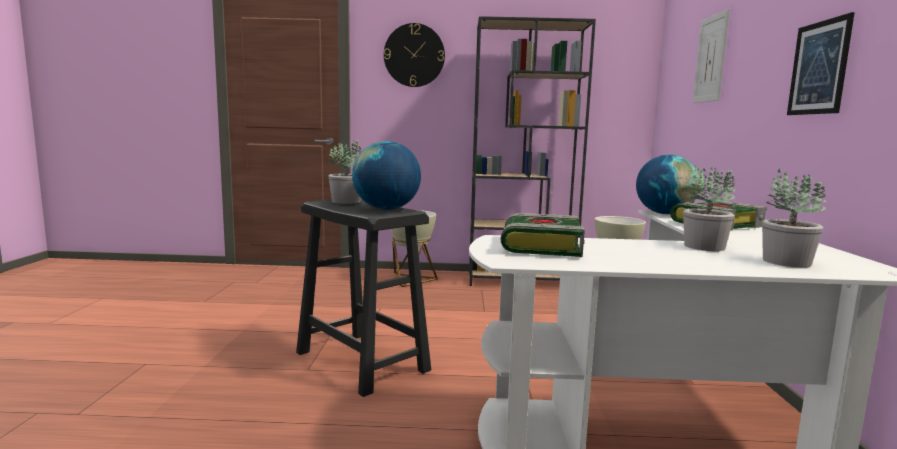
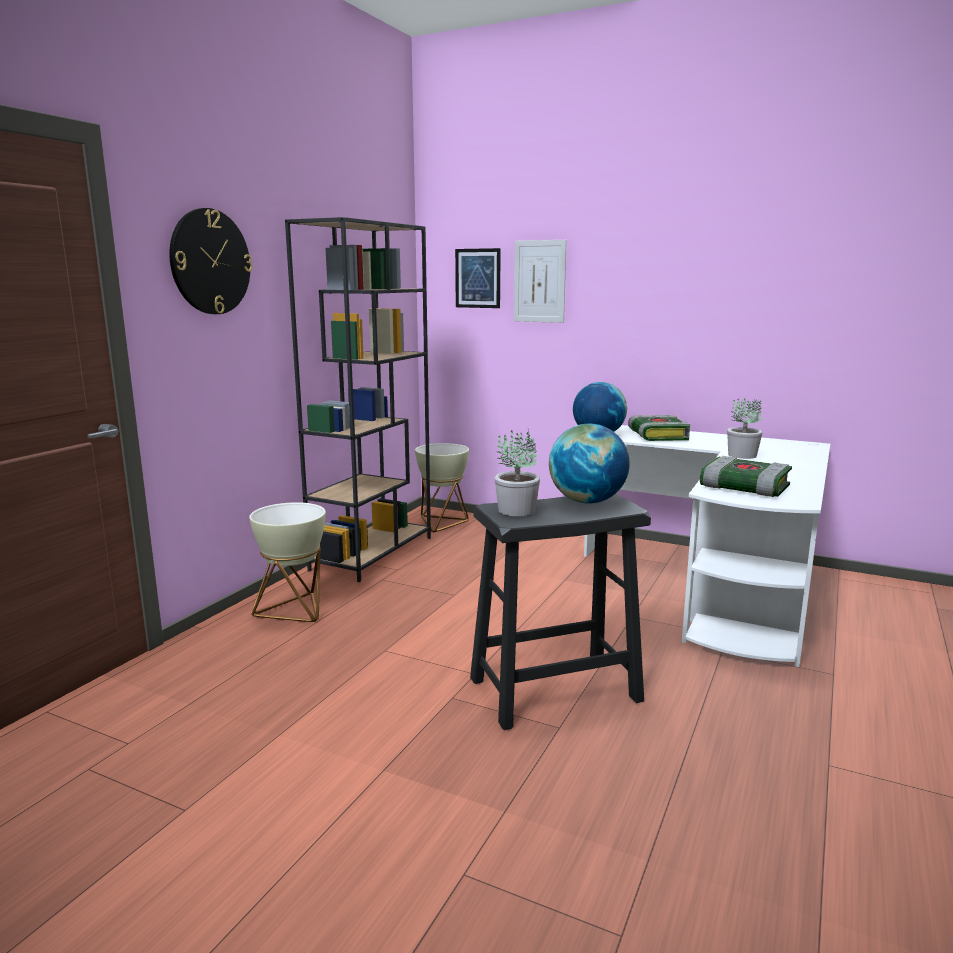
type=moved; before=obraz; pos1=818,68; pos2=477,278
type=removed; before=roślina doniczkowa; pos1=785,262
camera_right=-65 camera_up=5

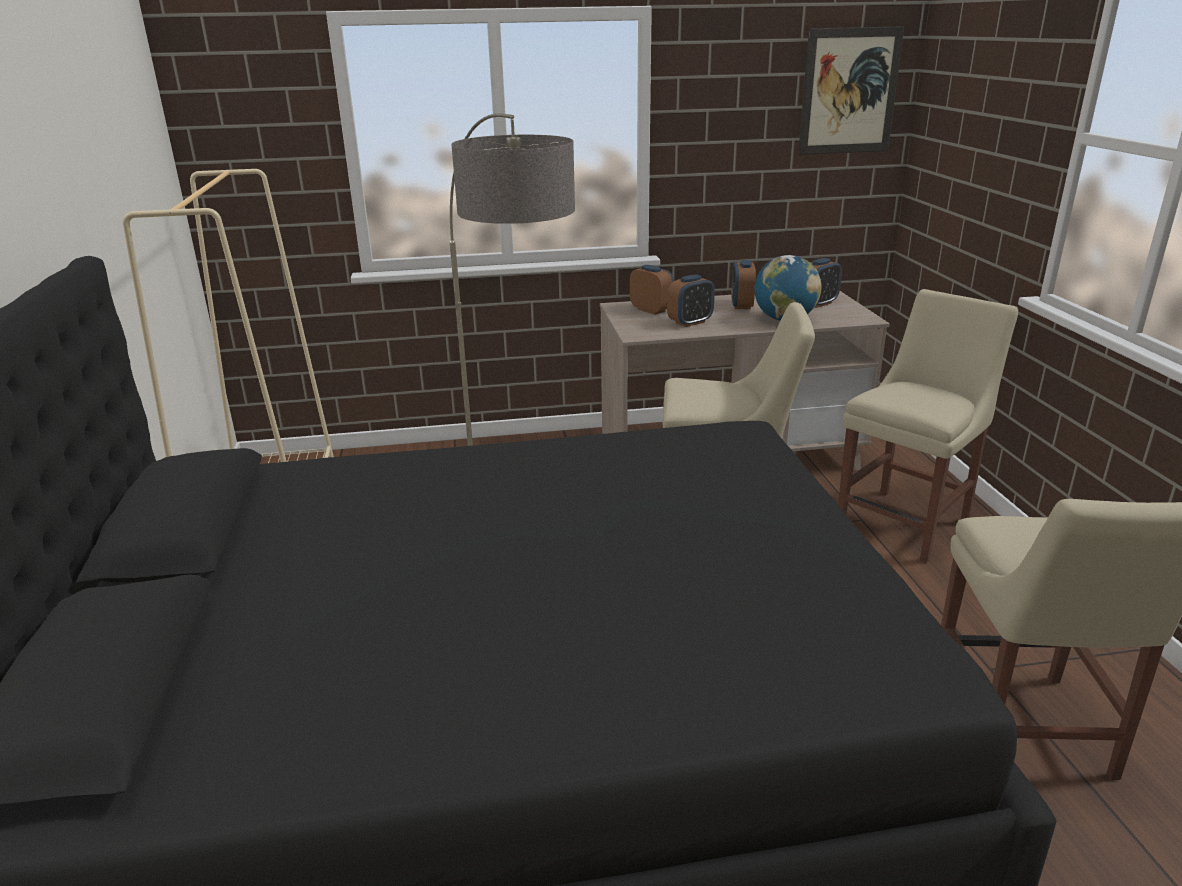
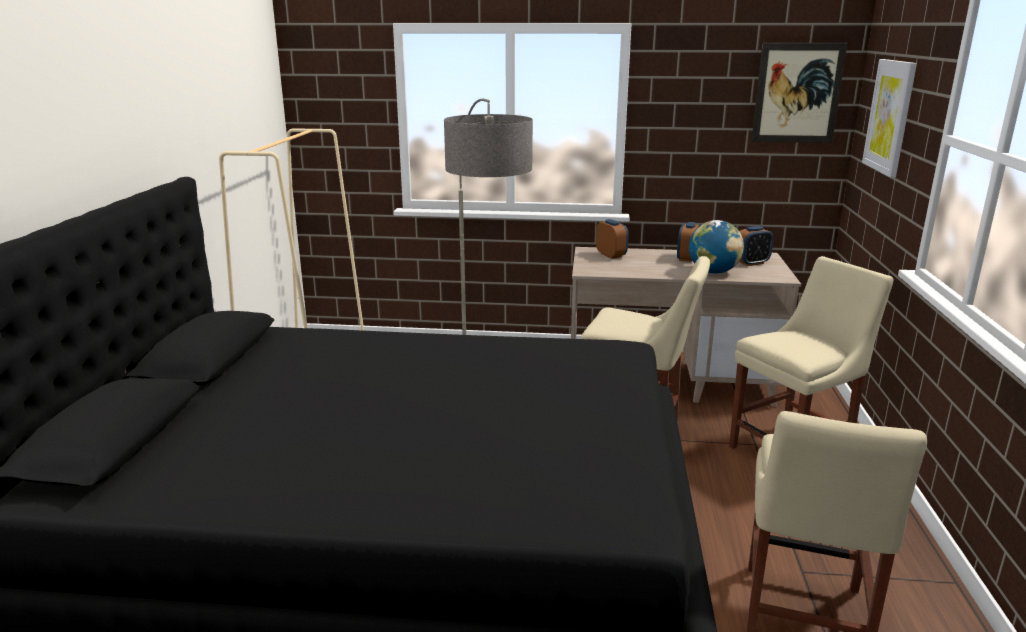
type=added; after=obraz; pos2=890,116
type=removed; before=budzik; pos1=690,322
camera_right=15 camera_up=-5

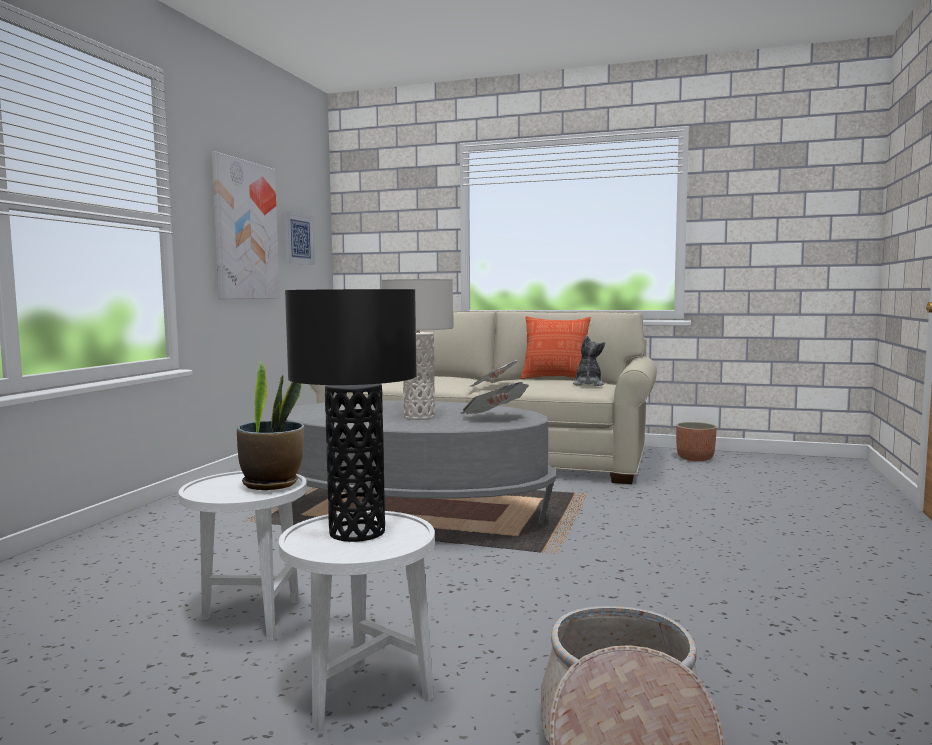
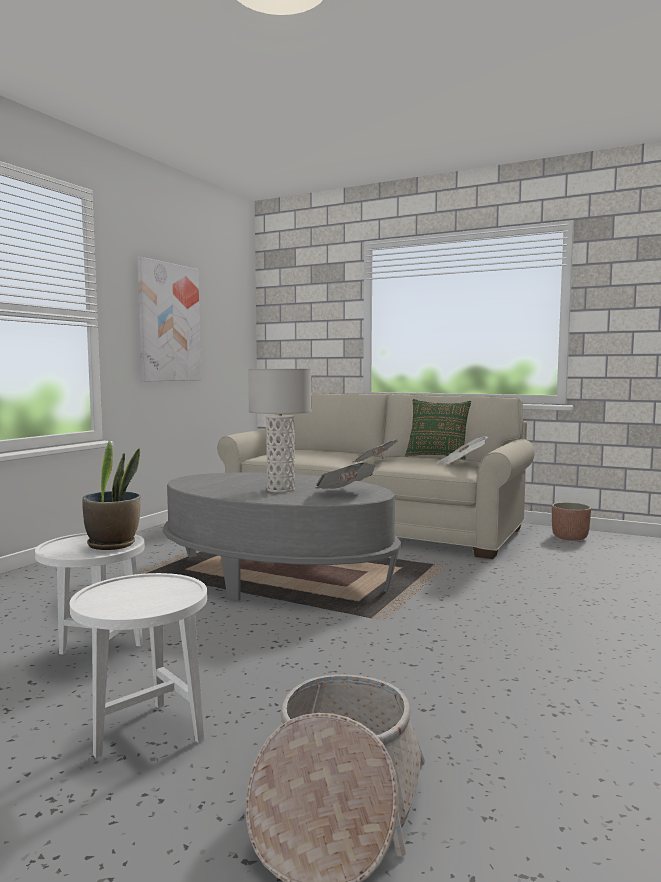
type=recoloured; before=poduszka/pomarańczowy; after=poduszka/zielony; pos1=555,378; pos2=437,457
type=replaced; before=pluszak; after=gazeta; pos1=588,384; pos2=461,464
type=removed; before=obraz; pos1=298,239
type=removed; before=lampa stołowa/czarny; pos1=358,532
camera_right=10 camera_up=0

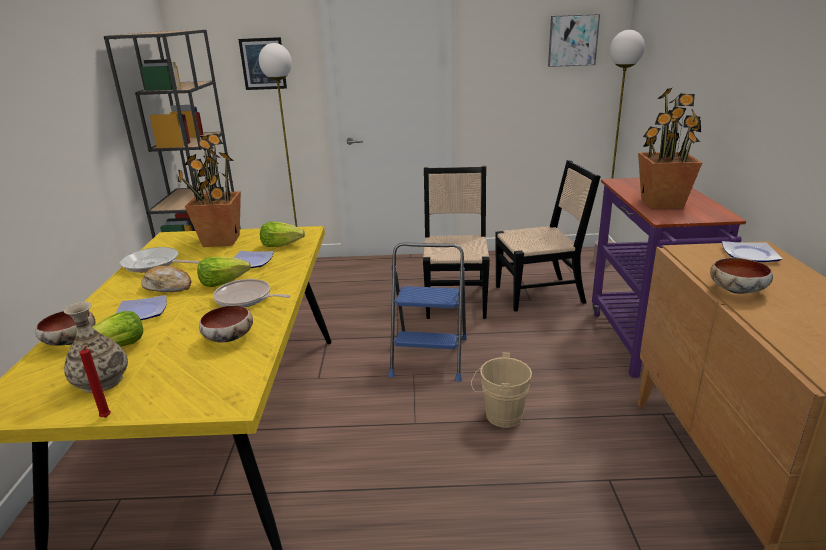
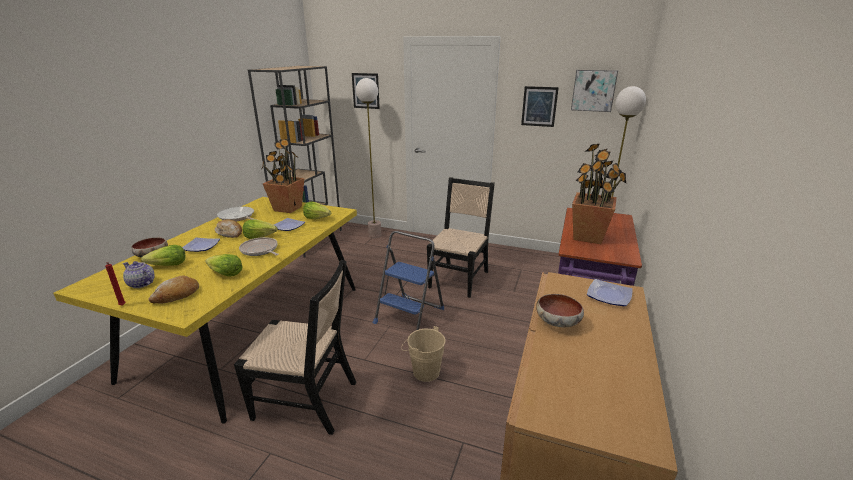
type=replaced; before=wazon; after=imbryk; pos1=101,381; pos2=141,284
type=added; after=chleb; pos2=177,295
type=replaced; before=miska; after=sałata; pos1=229,338; pos2=225,274
type=moved; before=krzesło; pos1=539,294; pos2=306,401
type=added; after=obraz; pos2=539,106
camera_right=20 camera_up=0

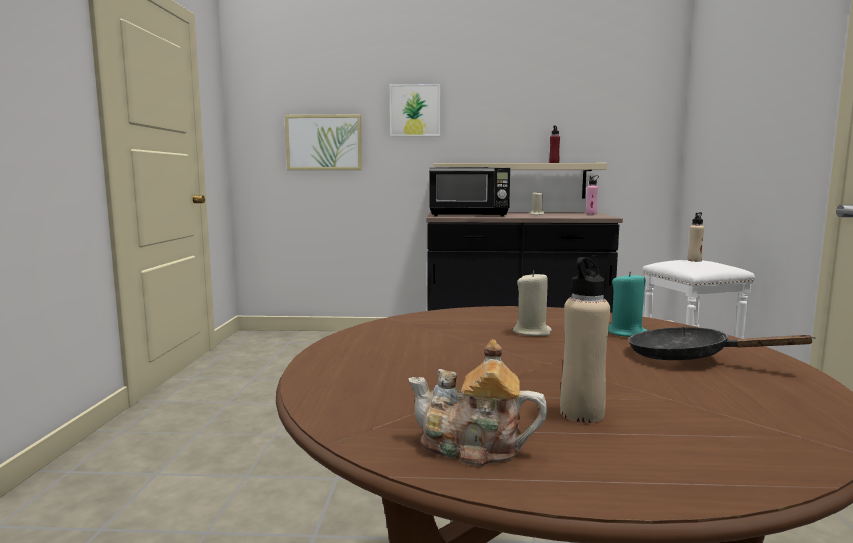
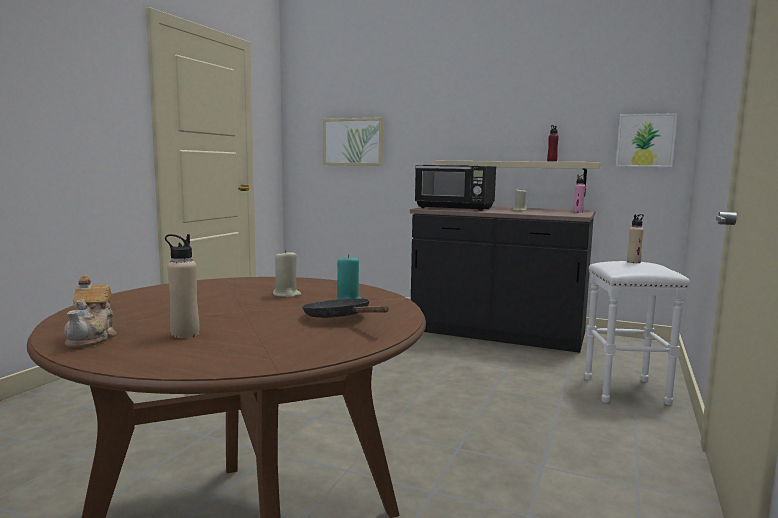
type=turned; before=imbryk; pos1=472,447; pos2=92,338; turn=-135
type=moved; before=obraz; pos1=415,110; pos2=645,140
camera_right=20 camera_up=0

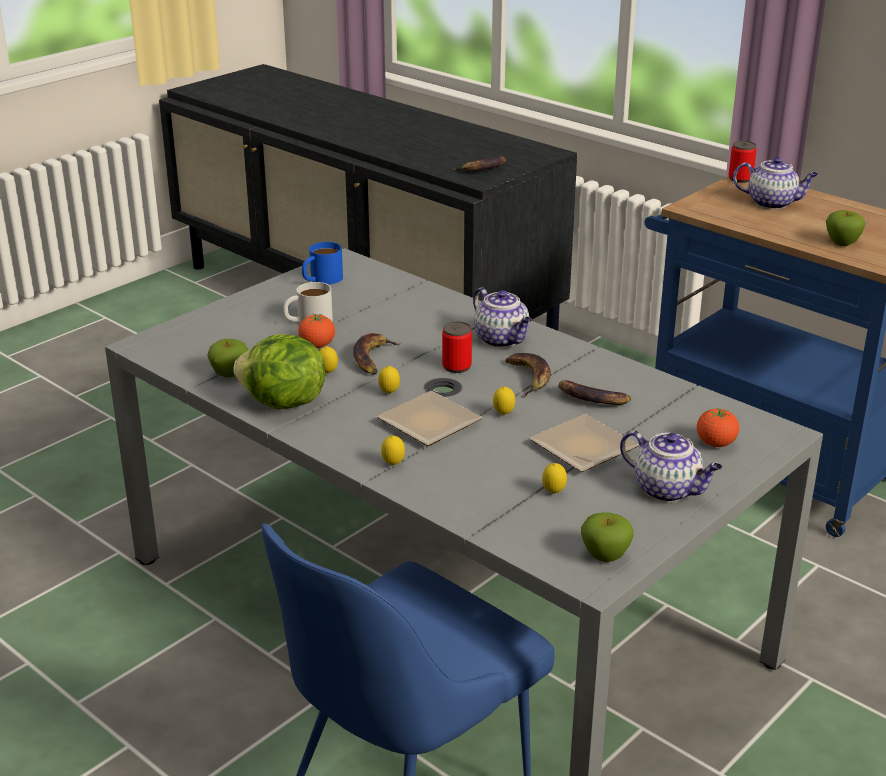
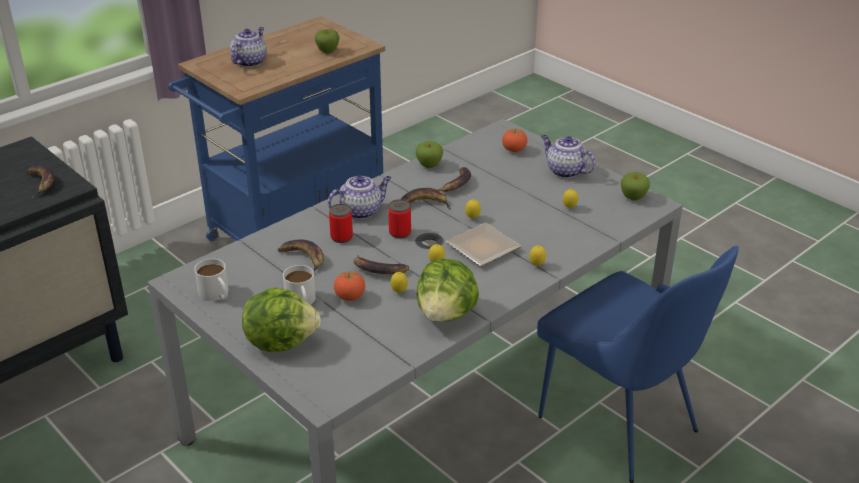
type=recoloured; before=kubek/niebieski; after=kubek/biały; pos1=321,279; pos2=216,295
type=added; after=sałata; pos2=281,341
type=added; after=banan; pos2=304,259
type=moved; before=puszka; pos1=740,179; pos2=341,237
type=moved; before=jabłko; pos1=230,374; pos2=429,165
type=turned; before=imbryk; pos1=668,490; pos2=564,171; turn=-90
type=removed; before=talerz; pos1=583,450
camera_right=-85 camera_up=5

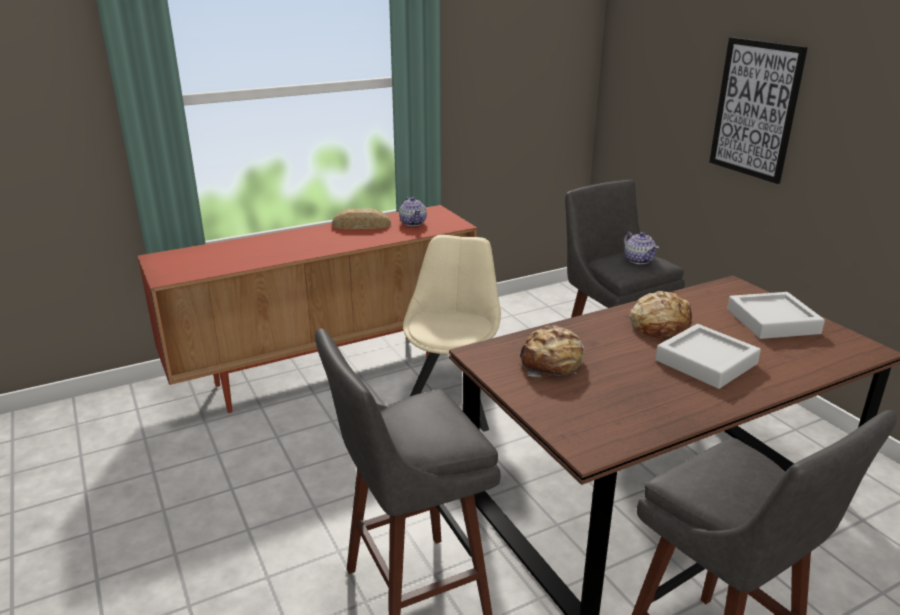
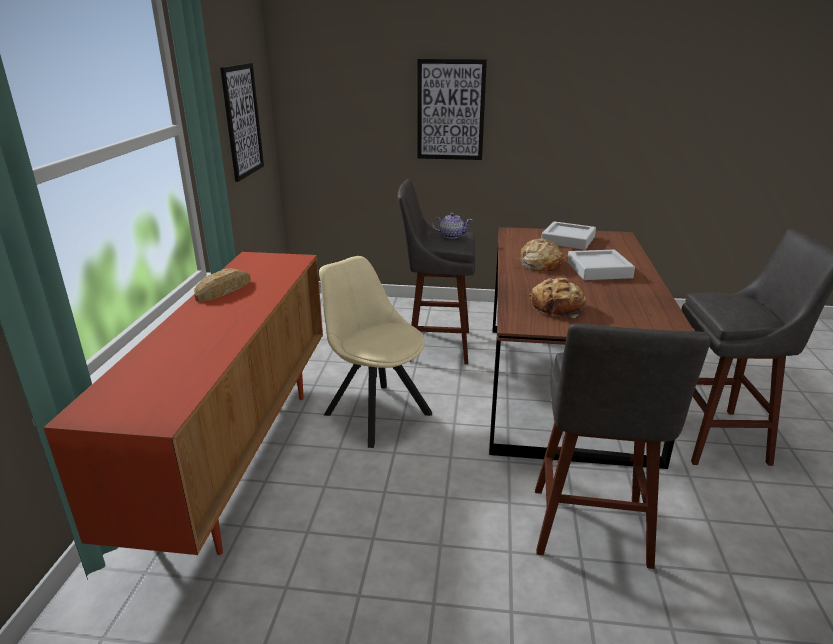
type=added; after=obraz; pos2=242,121
type=removed; before=imbryk; pos1=413,223
camera_right=-55 camera_up=0

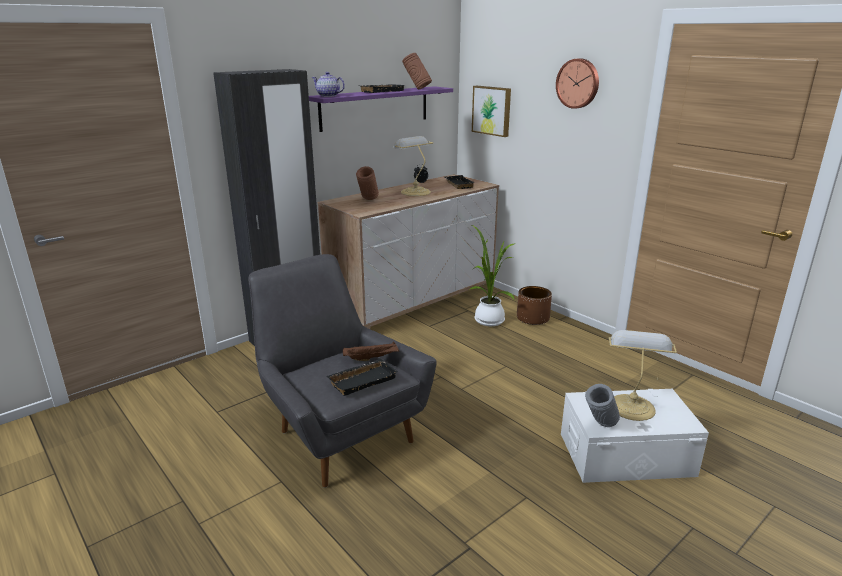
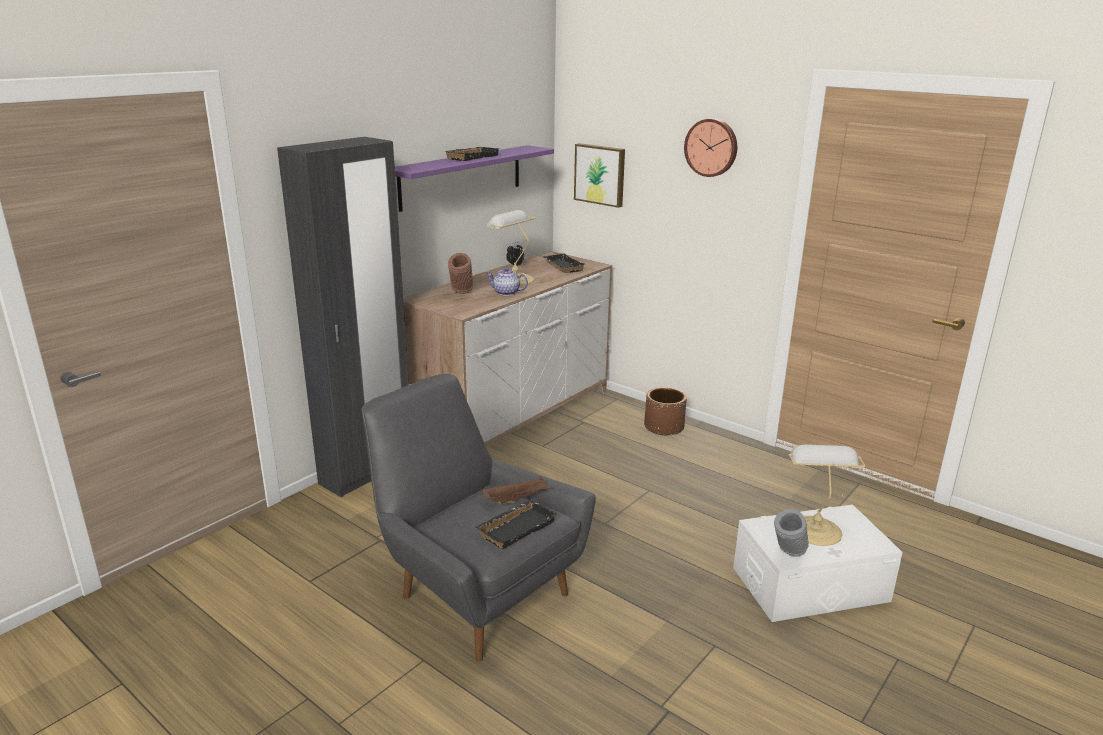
type=moved; before=imbryk; pos1=328,96; pos2=506,293
type=removed; before=wazon/brązowy; pos1=417,89
type=removed; before=roślina doniczkowa; pos1=488,319
camera_right=-10 camera_up=0

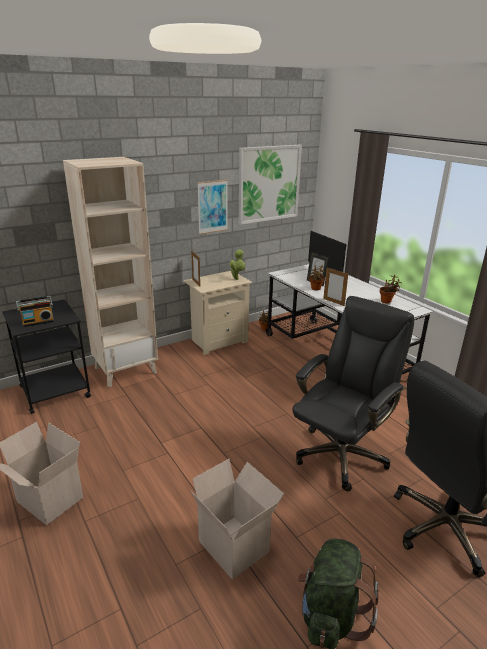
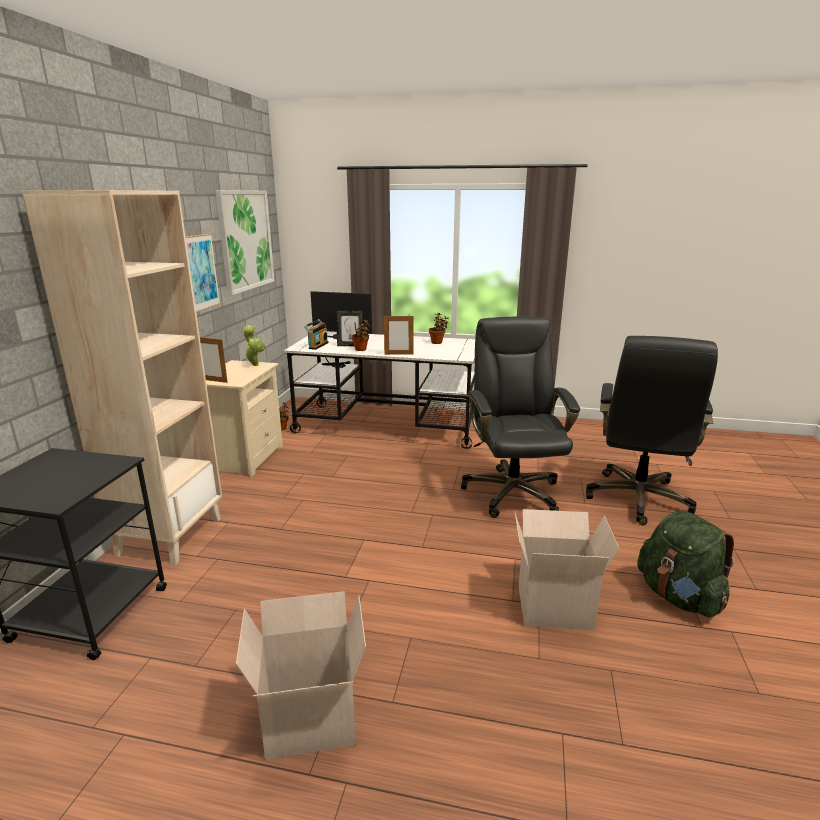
type=moved; before=radio; pos1=38,322; pos2=317,345
camera_right=-45 camera_up=-5

